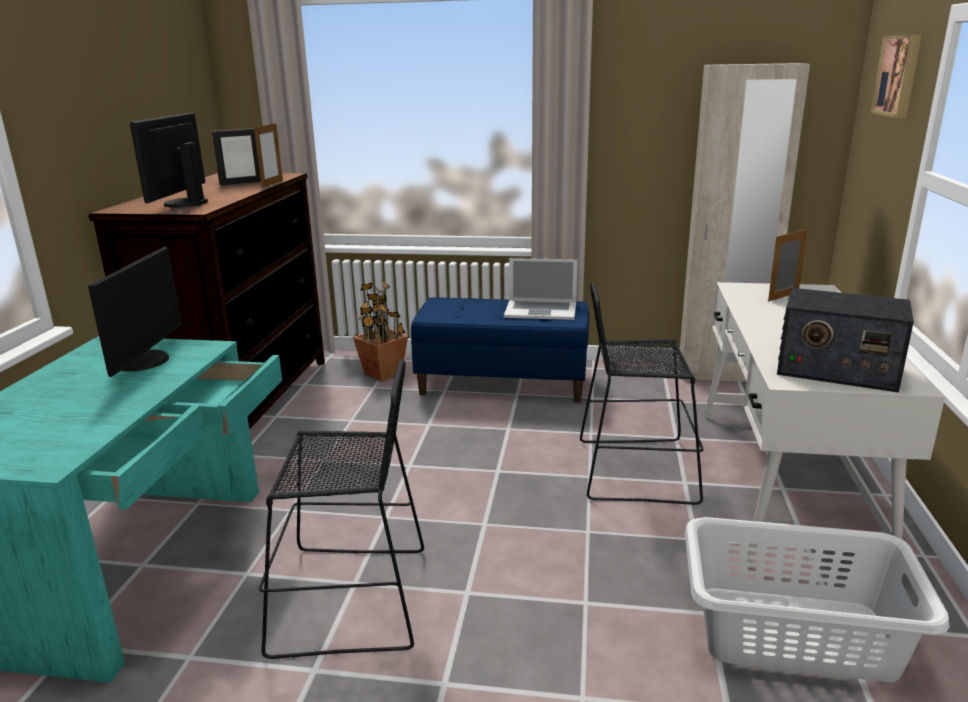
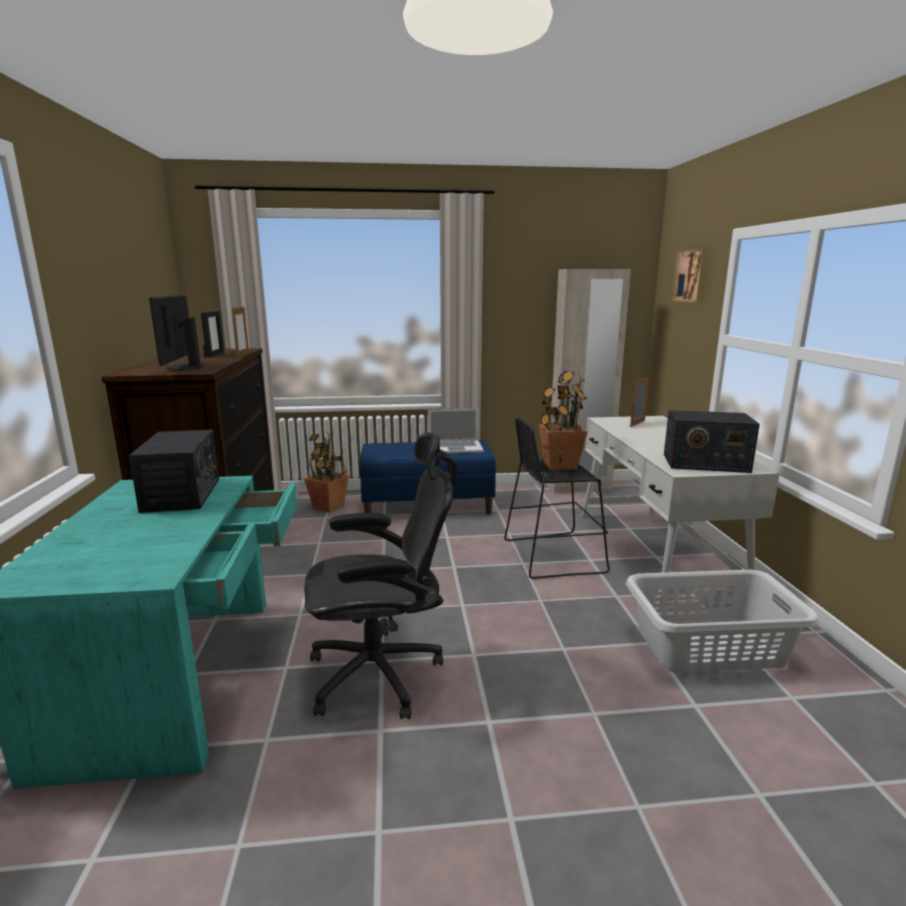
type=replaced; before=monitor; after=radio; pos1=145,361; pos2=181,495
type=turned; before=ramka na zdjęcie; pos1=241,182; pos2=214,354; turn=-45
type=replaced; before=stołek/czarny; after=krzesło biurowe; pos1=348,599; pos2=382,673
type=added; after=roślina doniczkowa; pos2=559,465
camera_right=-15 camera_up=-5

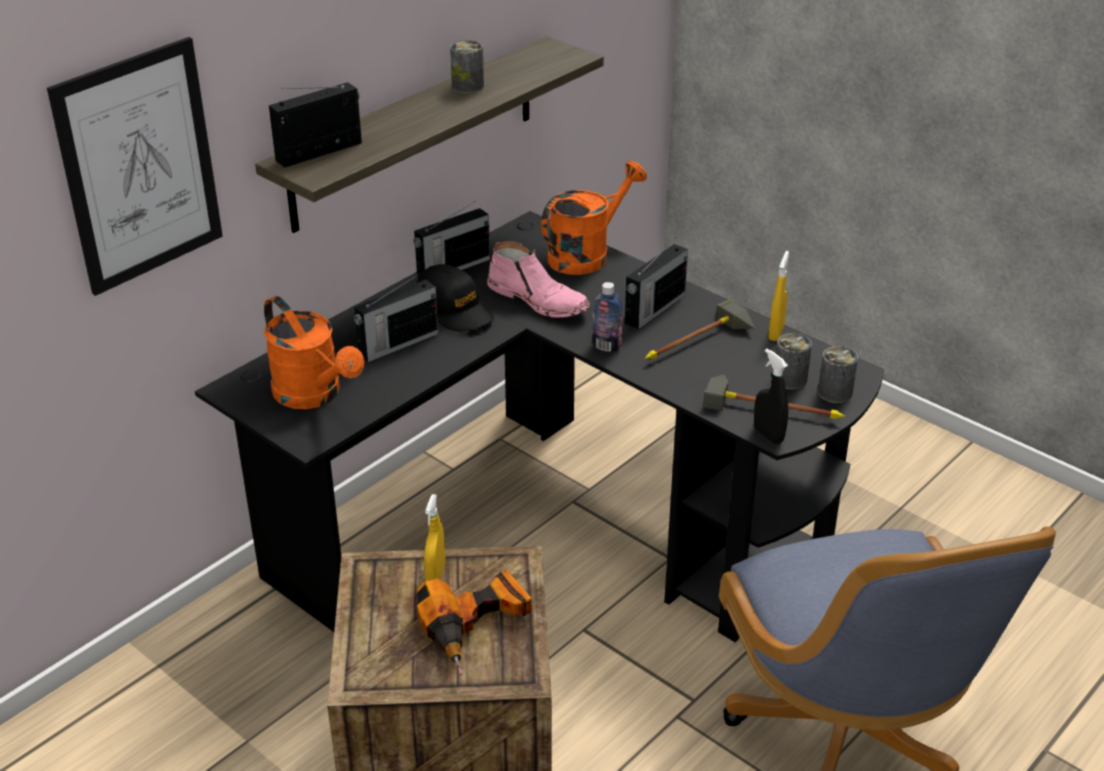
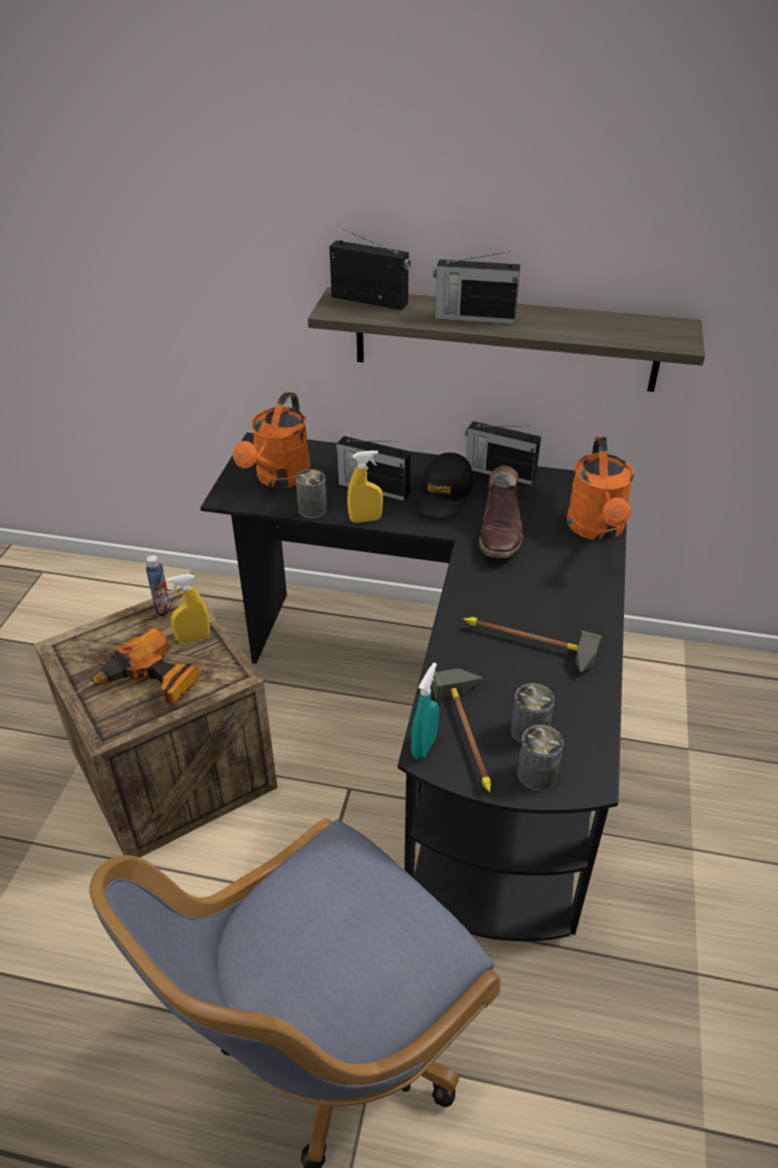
type=moved; before=butelka; pos1=606,346; pos2=163,608
type=moved; before=puszka; pos1=468,87; pos2=312,509
type=moved; before=spryskiwacz/żółty; pos1=776,333; pos2=365,519
type=recoloured; before=spryskiwacz/czarny; after=spryskiwacz/turkusowy; pos1=768,435; pos2=424,746
type=moved; before=radio; pos1=653,309; pos2=473,317
type=recoloured; before=but z cholewką/różowy; after=but z cholewką/brązowy; pos1=539,300; pos2=501,531
type=turned; before=konewka/pomarańczowy; pos1=586,254; pos2=597,530; turn=75
type=removed; before=obraz; pos1=139,167
camera_right=60 camera_up=5

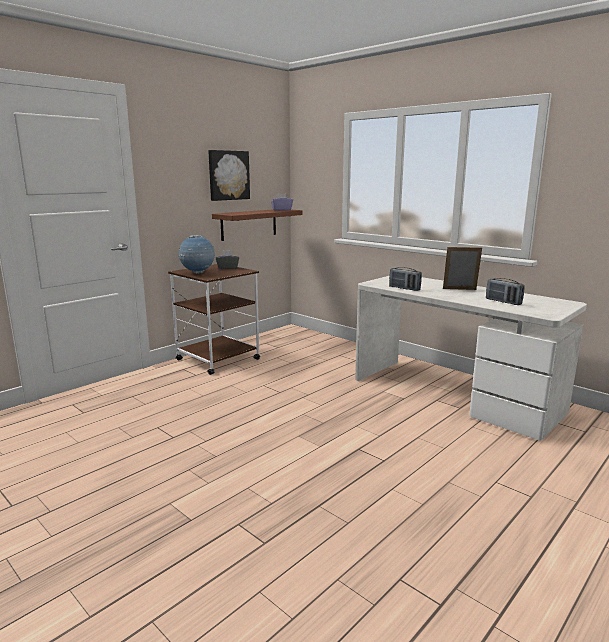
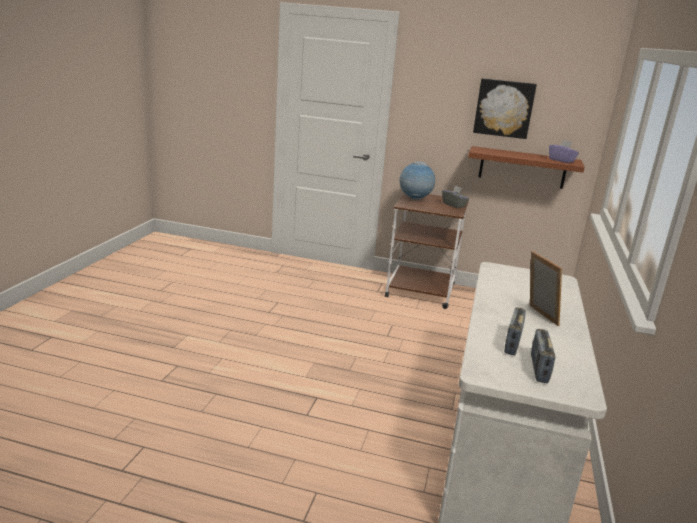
type=moved; before=radio; pos1=404,288; pos2=538,369
camera_right=60 camera_up=5

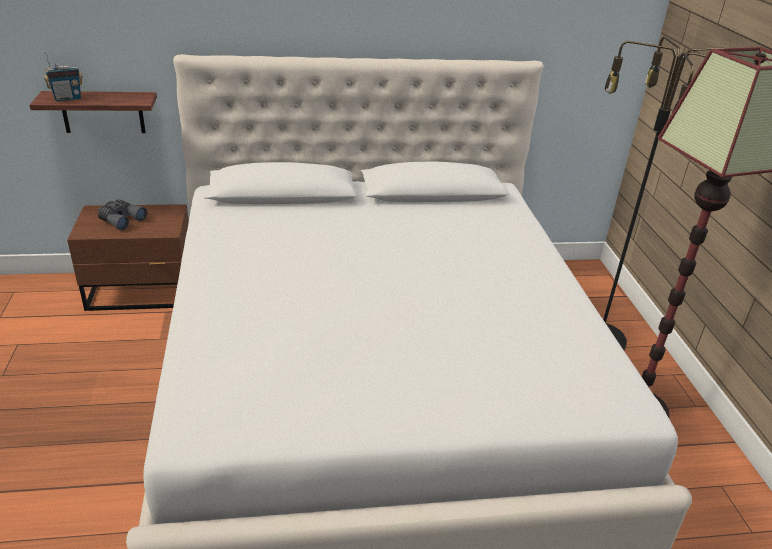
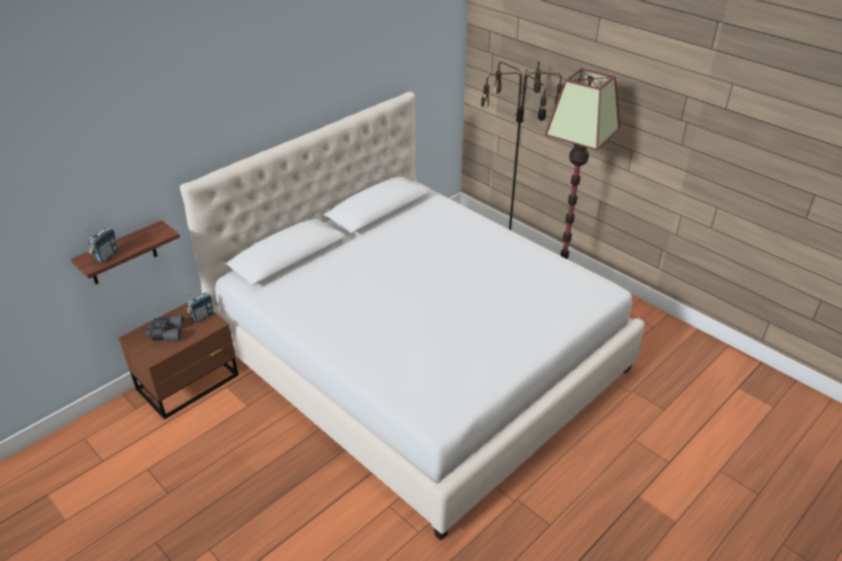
type=added; after=radio; pos2=202,316
camera_right=-35 camera_up=5

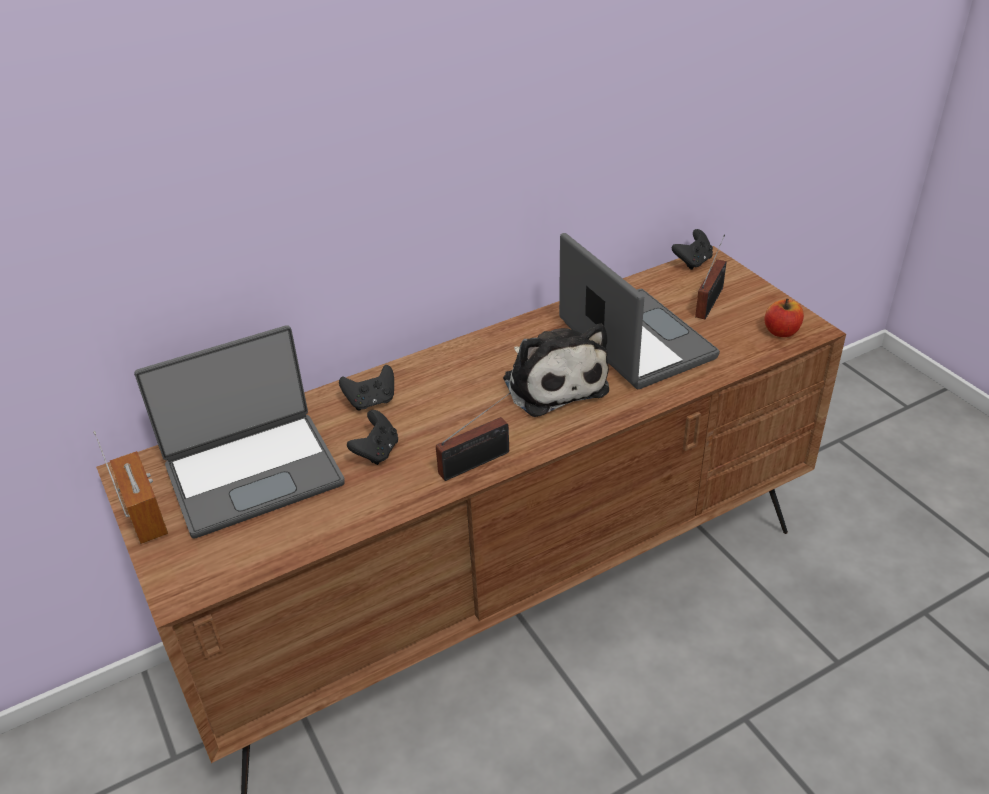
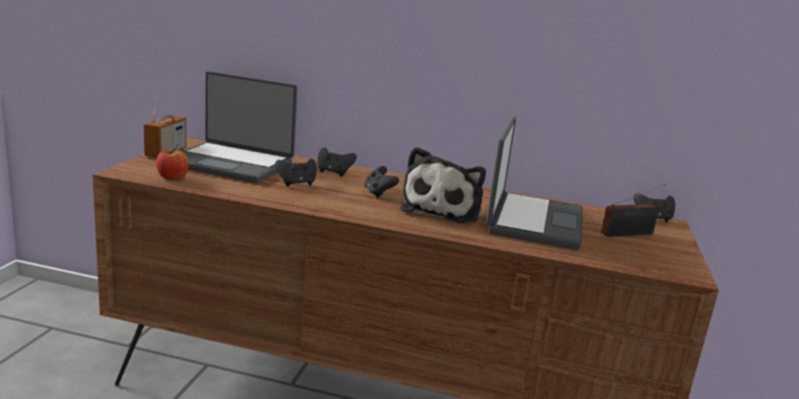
type=moved; before=jabłko; pos1=781,331; pos2=172,177
type=added; after=pad do gier/czarny; pos2=378,193
type=removed; before=radio; pos1=478,462
camera_right=40 camera_up=-20

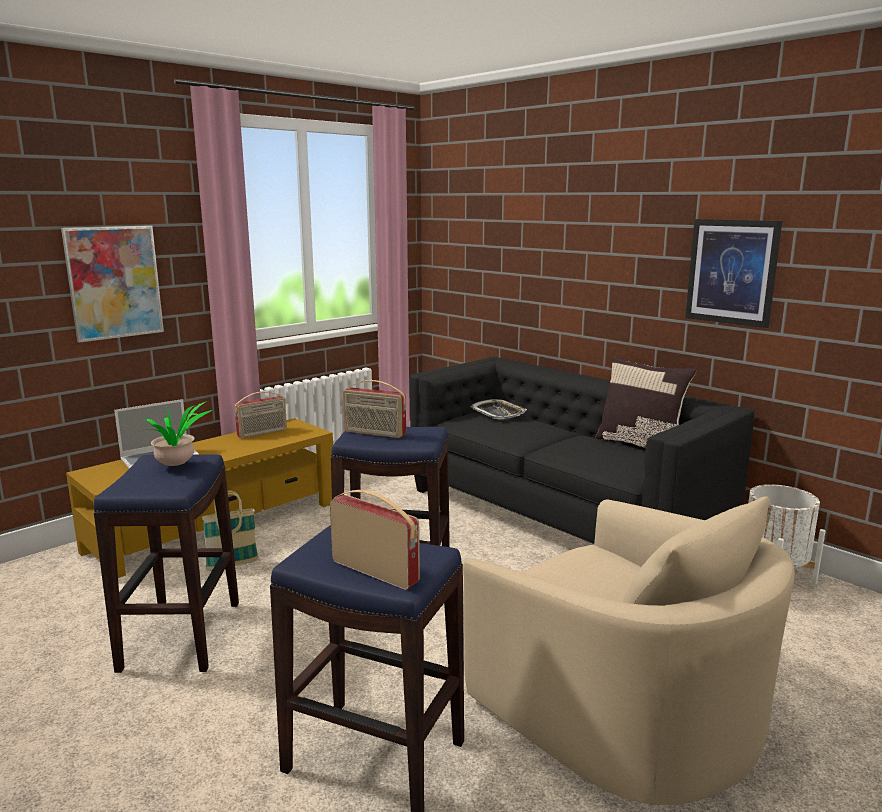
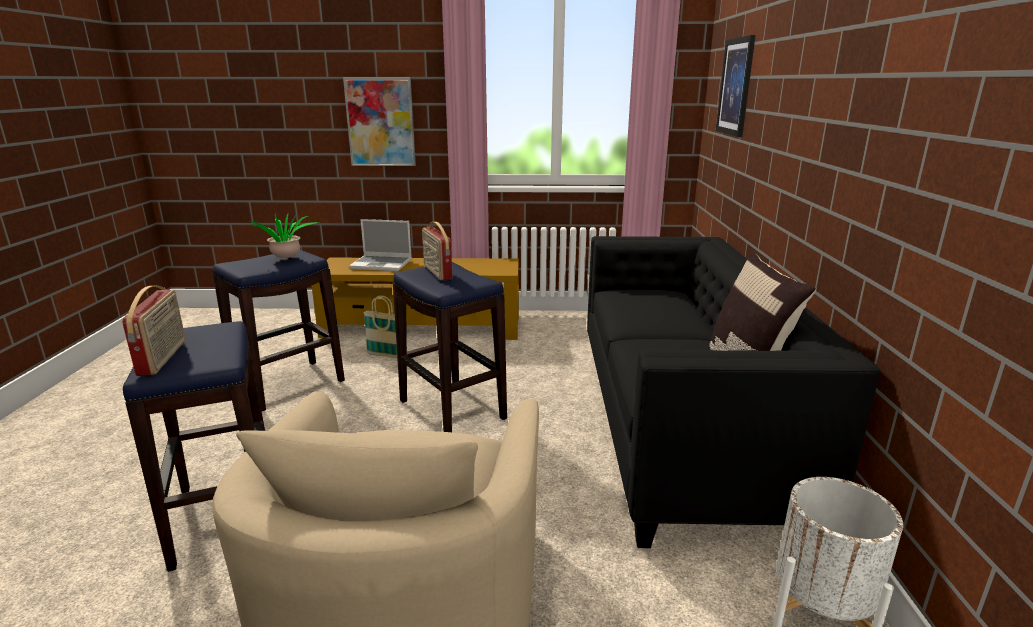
type=moved; before=obraz; pos1=731,272; pos2=735,87
type=removed; before=radio; pos1=262,433
type=removed; before=taca; pos1=498,413
camera_right=45 camera_up=5

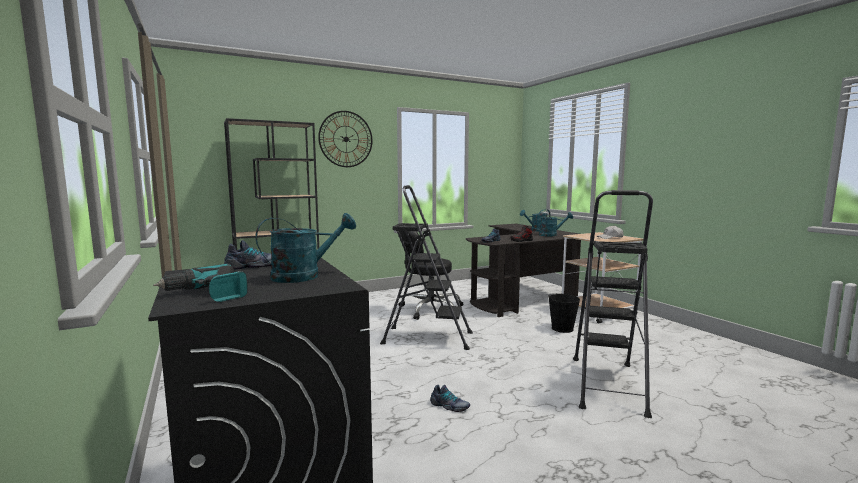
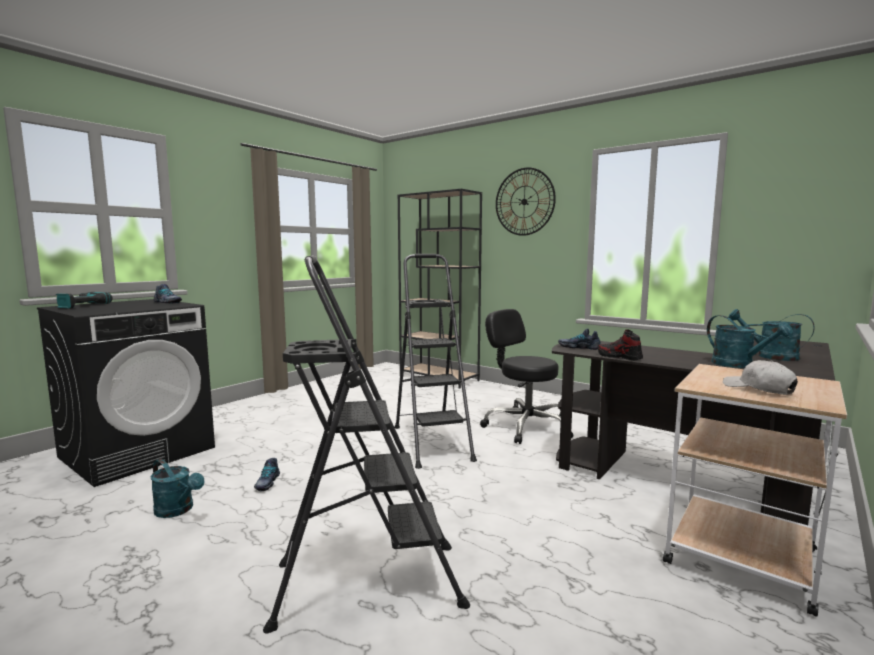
type=moved; before=konewka/turkusowy; pos1=304,276; pos2=178,510
type=removed; before=wiadro/czarny; pos1=562,329
camera_right=65 camera_up=0

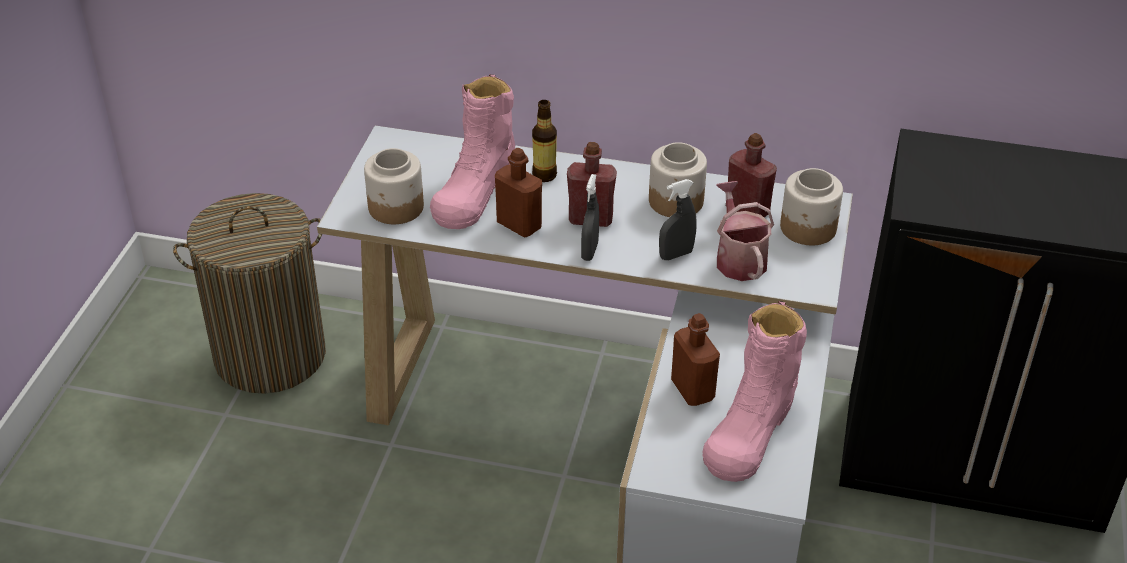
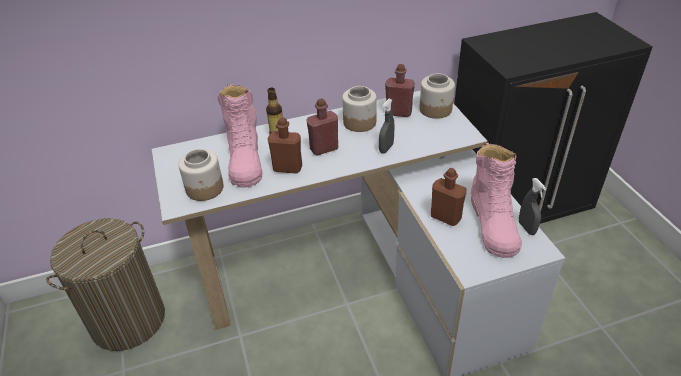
type=moved; before=spryskiwacz/szary; pos1=589,251; pos2=526,228
type=removed; before=konewka; pos1=738,258
camera_right=-30 camera_up=0

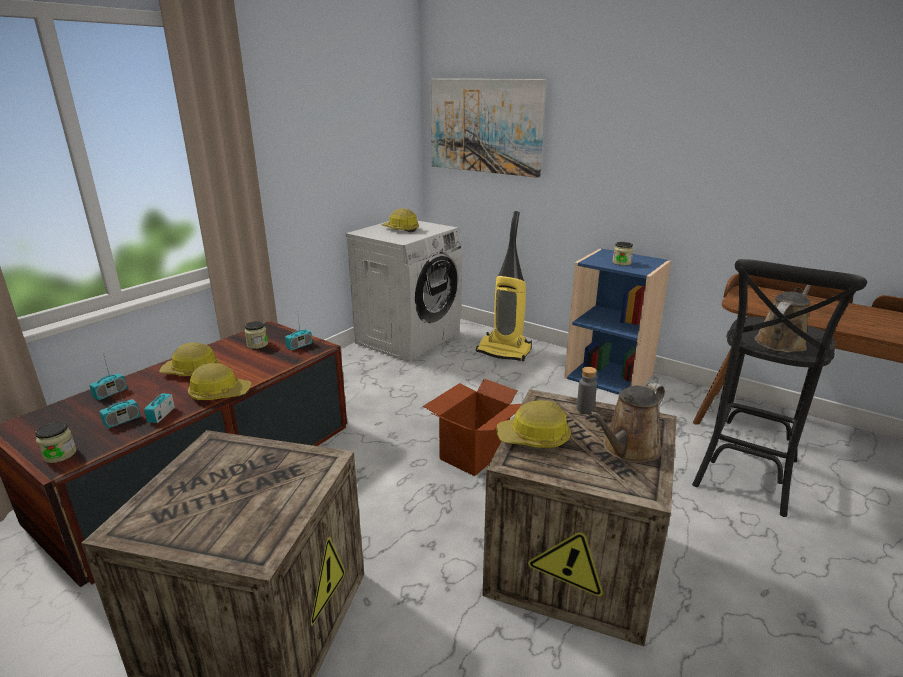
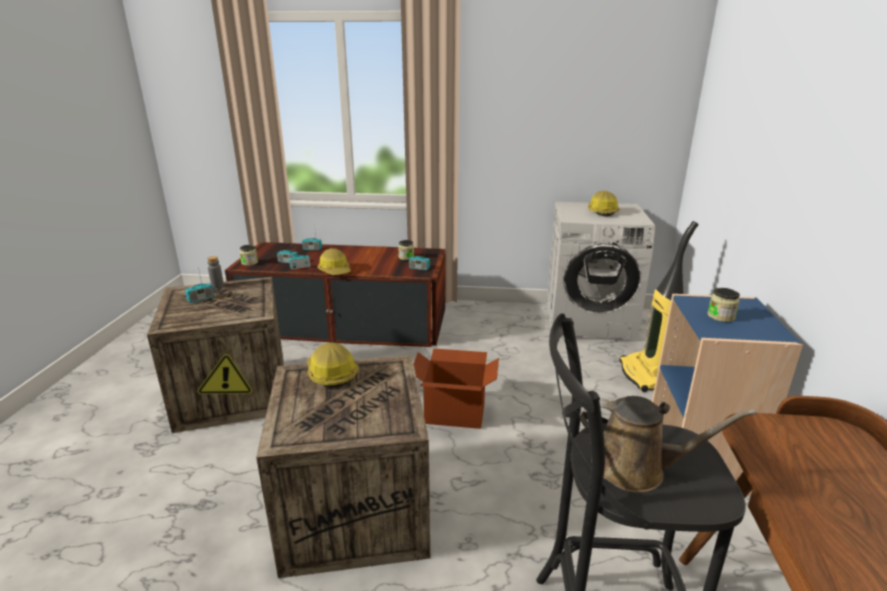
type=added; after=radio; pos2=201,299
type=moved; before=butelka/szary; pos1=585,409; pos2=217,286
type=removed; before=kask; pos1=191,371
type=removed; before=obraz; pos1=485,126
type=removed; before=konewka/brązowy; pos1=628,449
camera_right=60 camera_up=0

